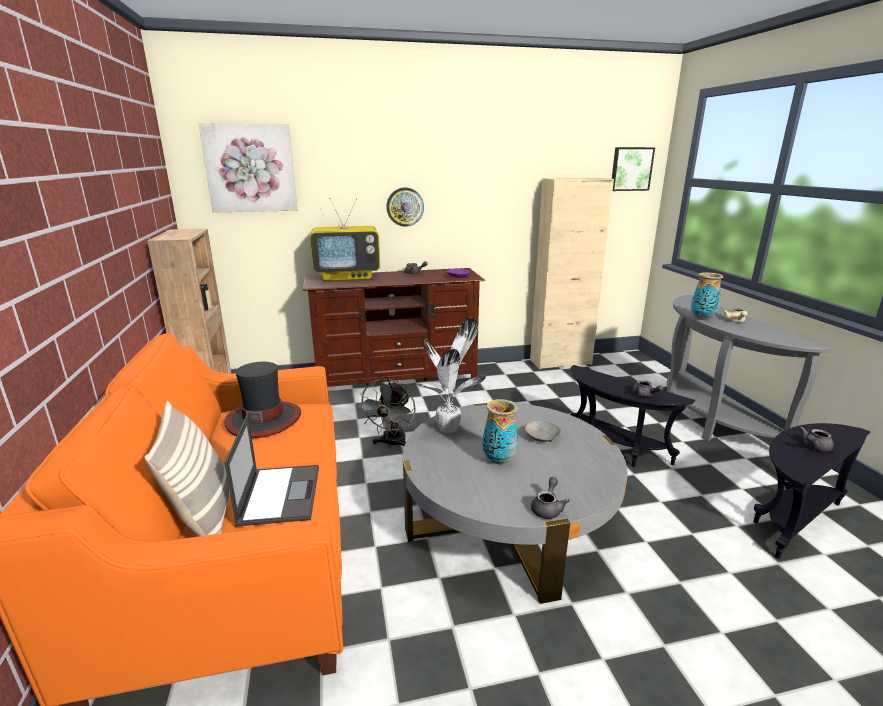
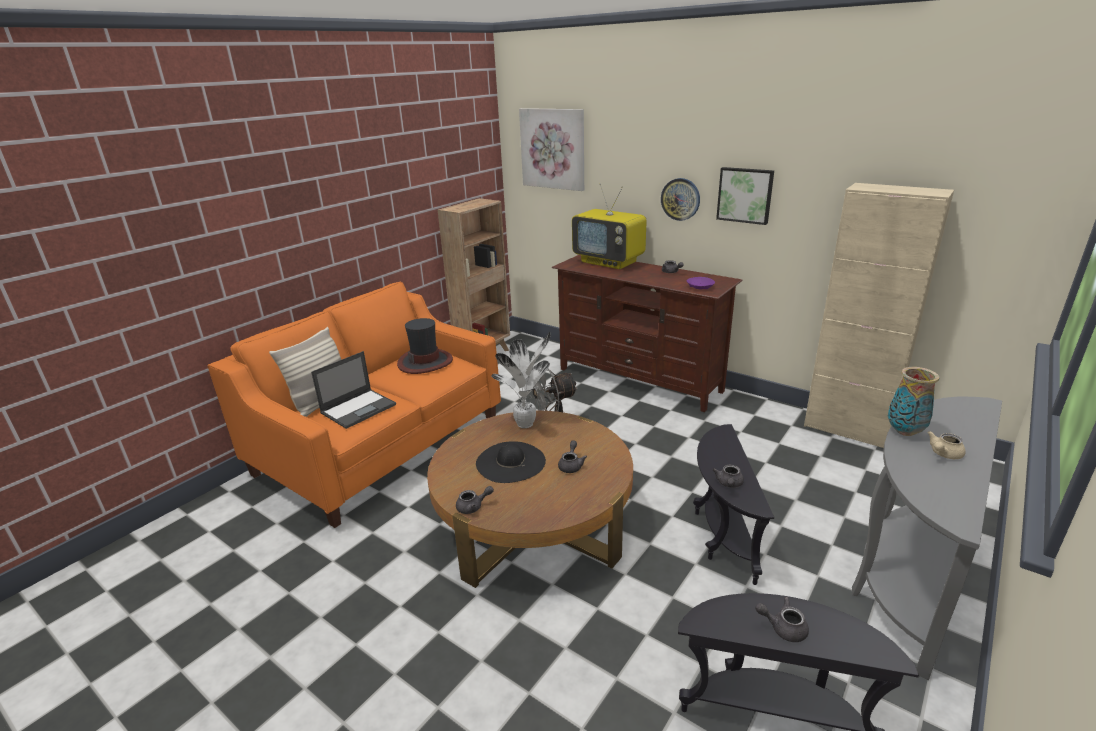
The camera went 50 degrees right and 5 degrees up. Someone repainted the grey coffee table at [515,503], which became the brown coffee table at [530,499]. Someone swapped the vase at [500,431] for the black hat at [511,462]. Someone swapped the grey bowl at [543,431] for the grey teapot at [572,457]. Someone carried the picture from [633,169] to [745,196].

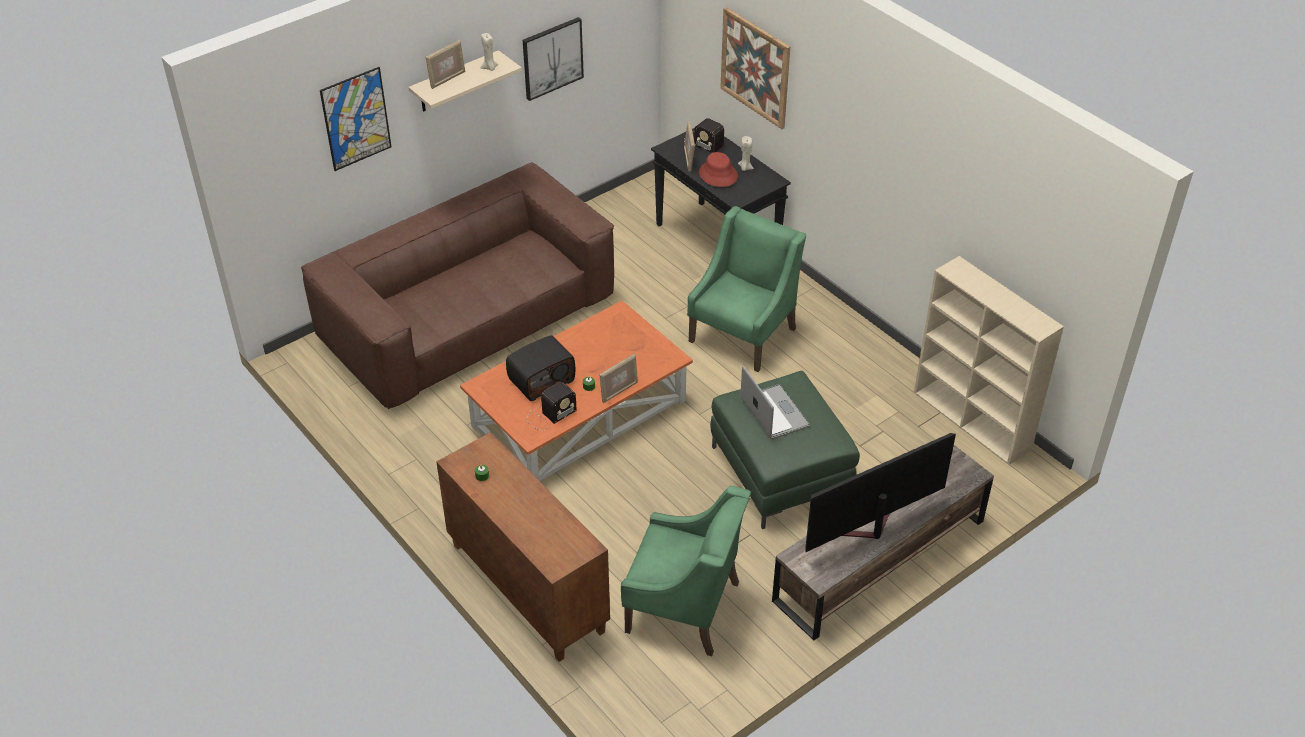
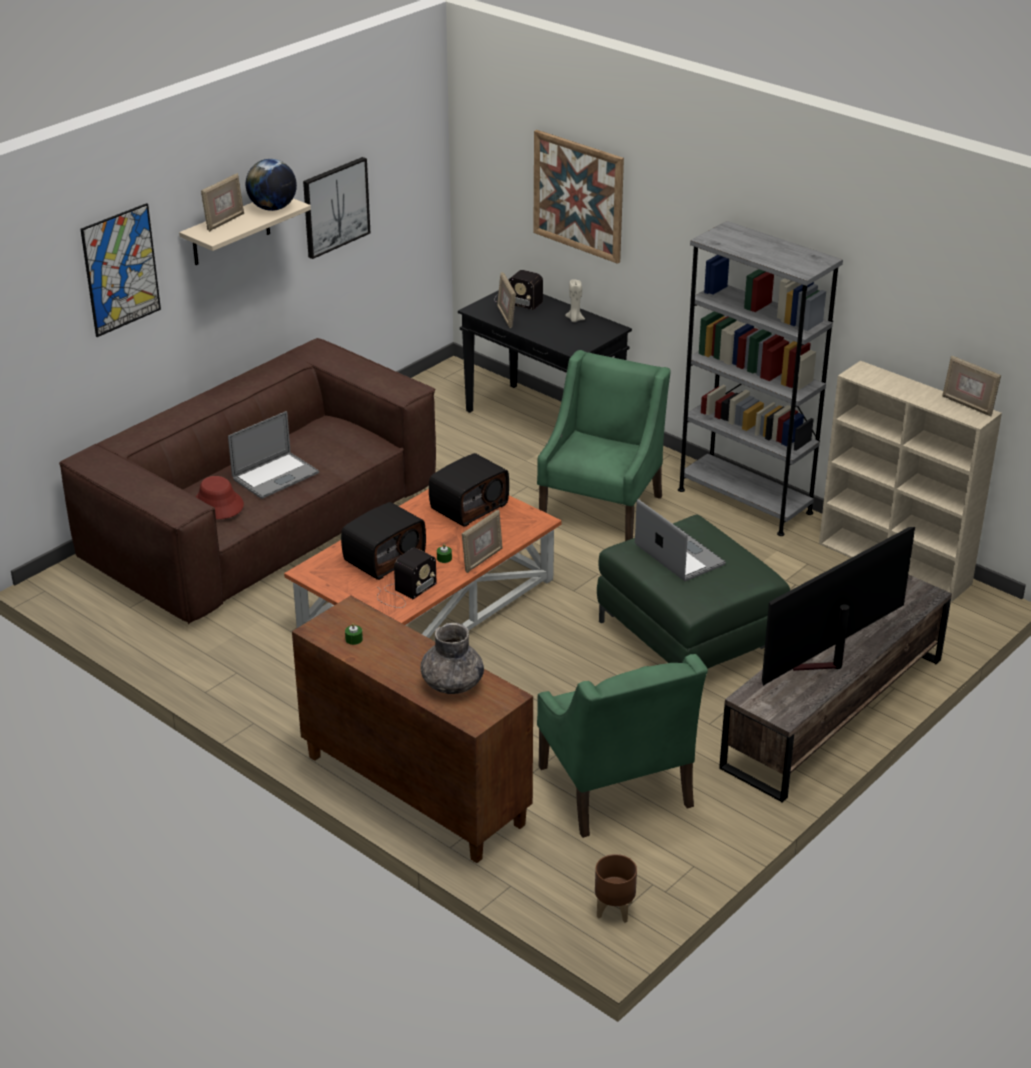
The camera went 10 degrees left and 10 degrees down. Someone swapped the beige candle at [489,52] for the globe at [271,185]. Someone rotated the green armchair at [686,571] by 60 degrees clockwise. Someone carried the red hat from [718,169] to [220,497]. Someone put down the laptop at [273,455]. Someone put down the grey vase at [452,658]. Someone put down the radio at [469,490]. Someone put down the brown planter at [616,888]. Someone put down the grey bookcase at [760,378]. Someone put down the picture frame at [971,386].

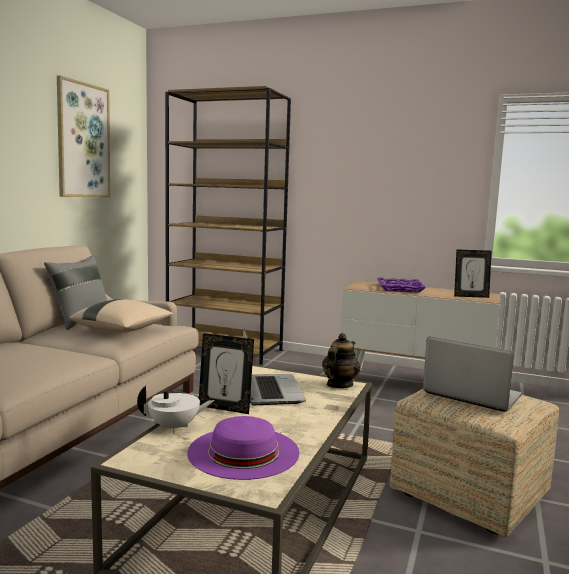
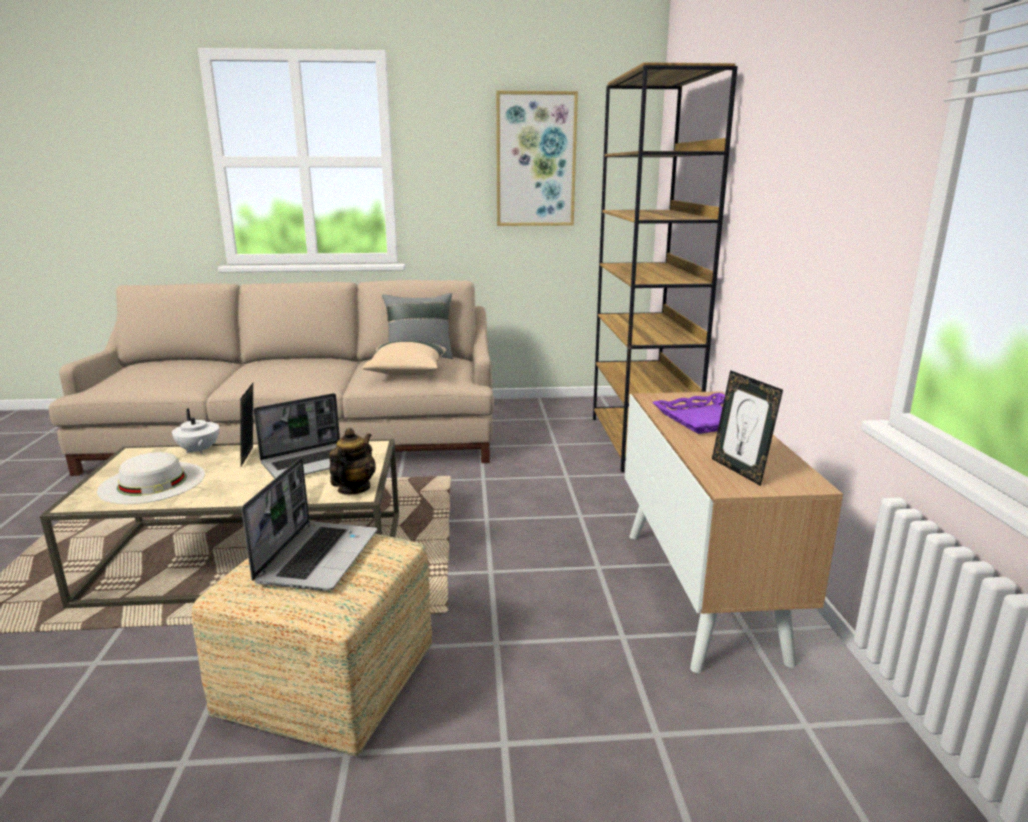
The camera went 65 degrees right and 10 degrees up. Someone repainted the purple hat at [243,448], which became the white hat at [151,478]. Someone rotated the teapot at [341,360] by 75 degrees counterclockwise.

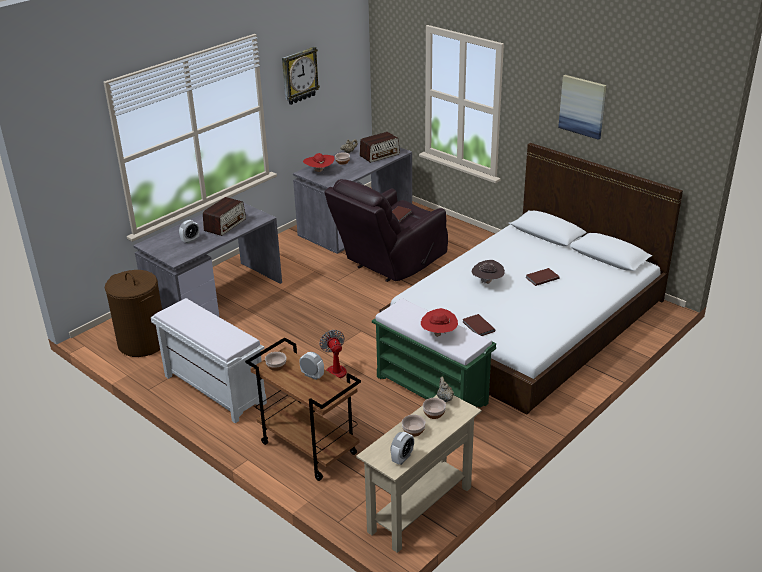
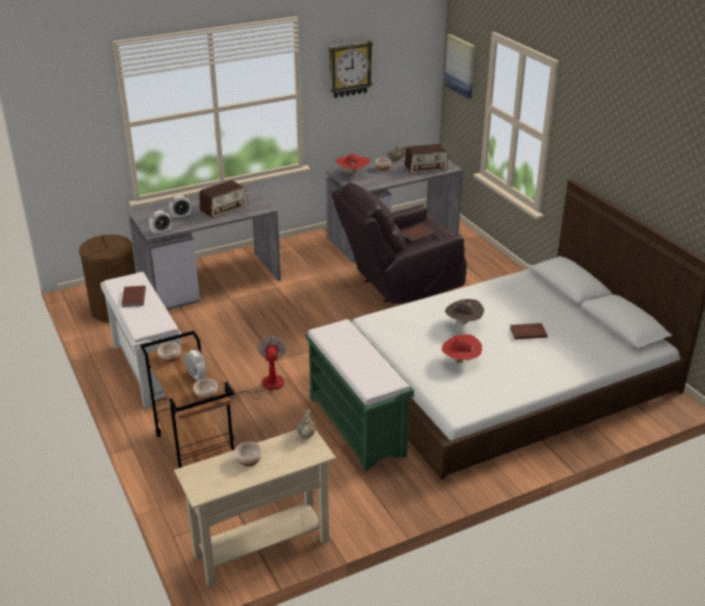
The camera went 20 degrees right and 0 degrees up. Someone carried the alarm clock from [402,448] to [160,222]. Someone carried the red hat from [439,322] to [462,348]. Someone carried the bowl from [434,408] to [205,389]. Someone carried the brown book from [479,325] to [134,296]. Someone carried the picture from [582,107] to [460,66].

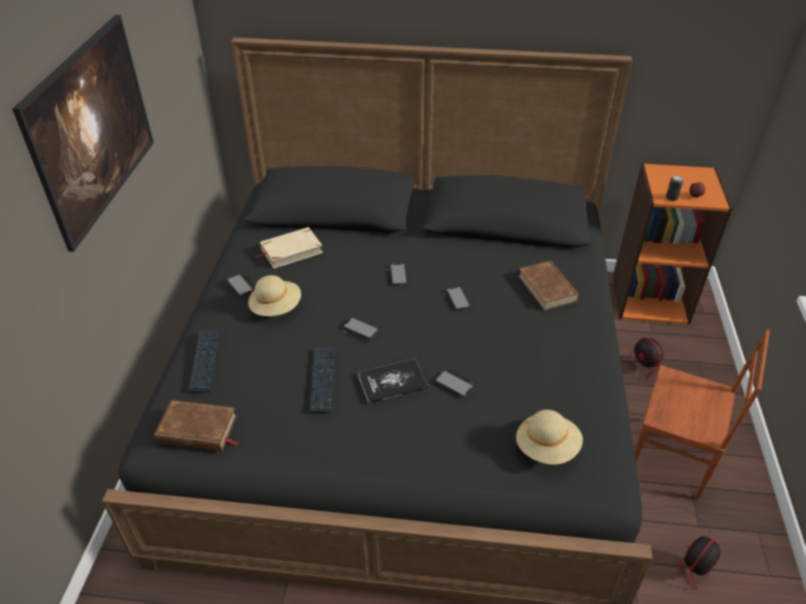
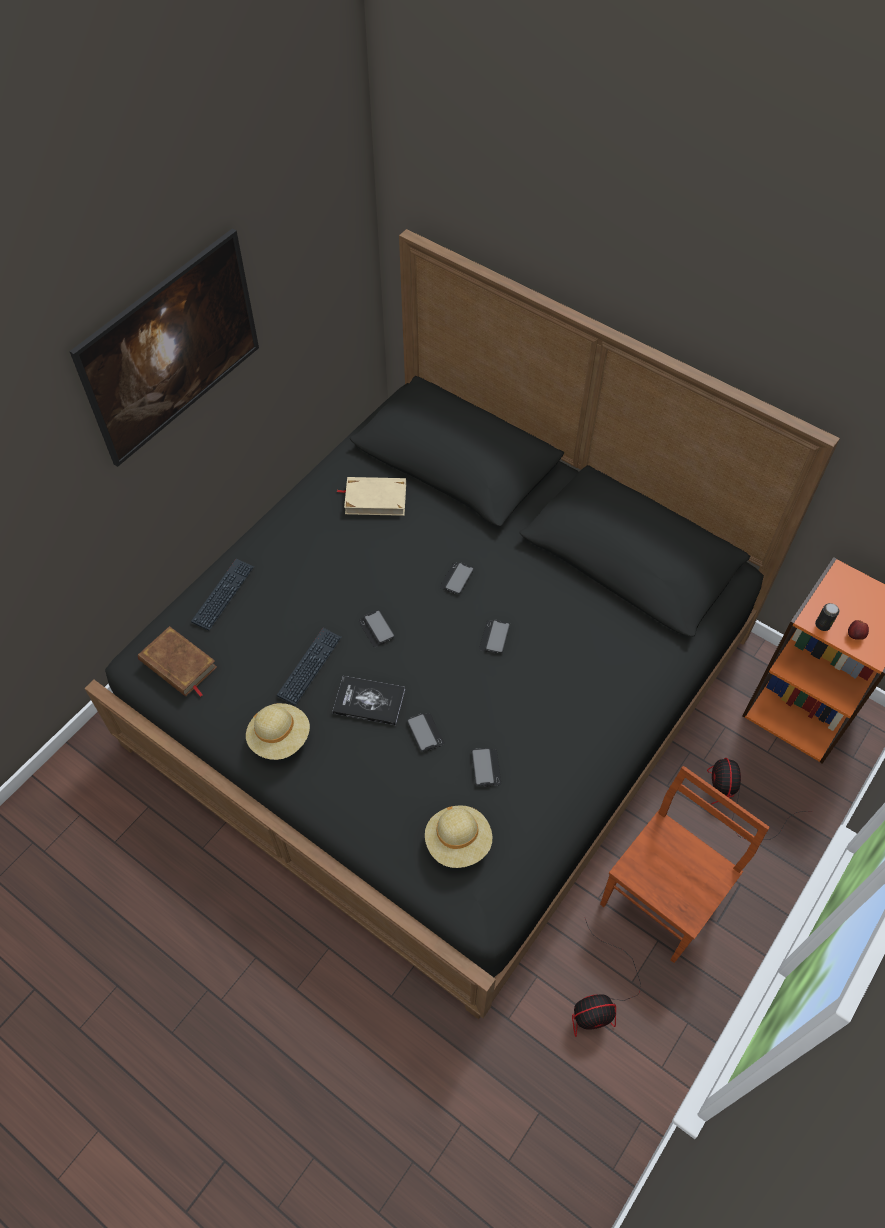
The camera went 30 degrees right and 15 degrees up. Someone carried the phone from [241,285] to [486,767]. Someone carried the beige hat from [274,295] to [278,731]. Someone took away the brown book at [548,286]. Someone rotated the brown chair at [702,415] by 105 degrees counterclockwise.

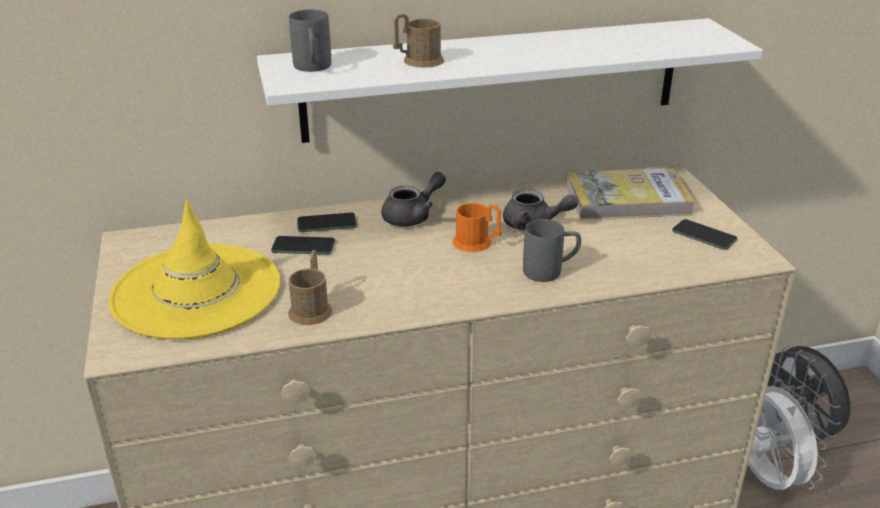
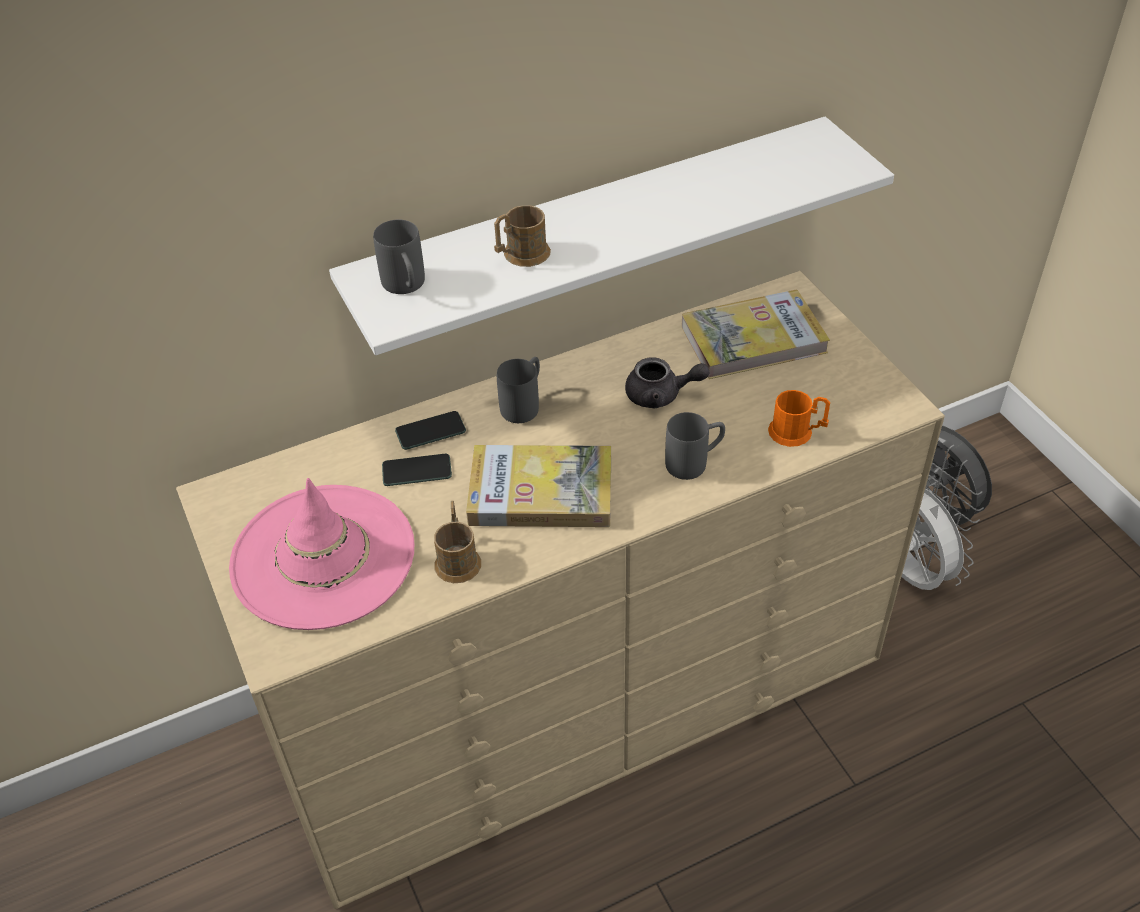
The camera went 10 degrees left and 15 degrees up. Someone repainted the yellow hat at [194,269], which became the pink hat at [321,554]. Someone swapped the grey teapot at [414,199] for the grey mug at [518,390]. Someone carried the orange mug from [477,227] to [799,418]. Someone took away the phone at [705,234]. Someone put down the book at [538,486].

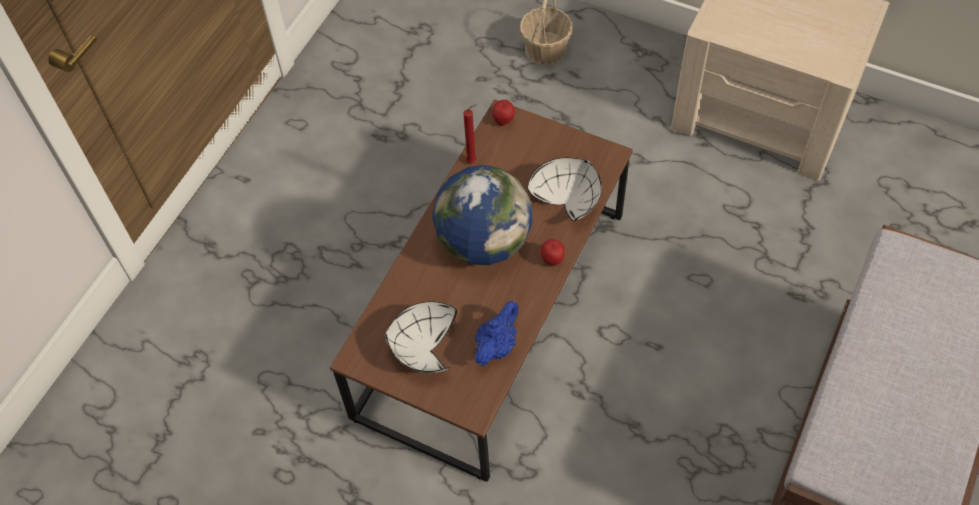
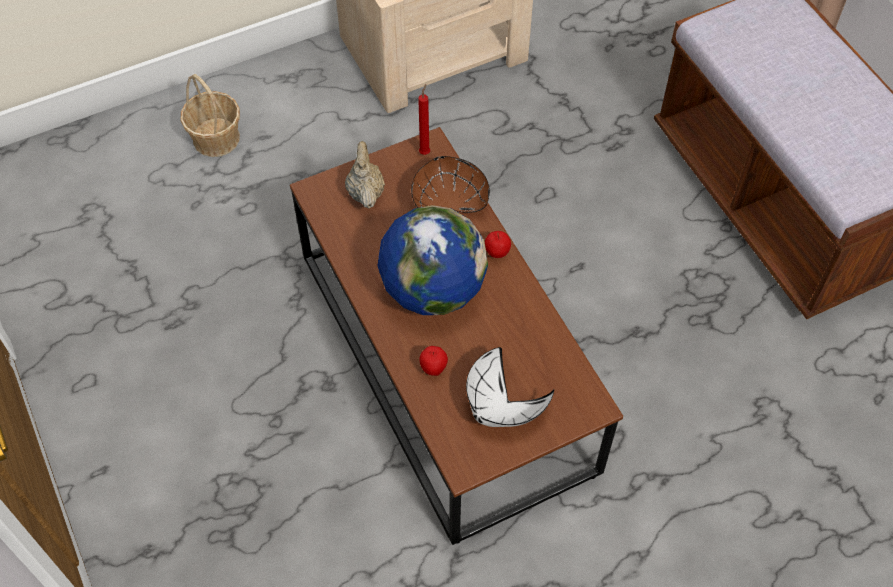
The camera went 55 degrees left and 0 degrees up. Someone carried the red candle from [470,134] to [424,119]. Someone took away the blue teapot at [496,333]. Someone carried the apple from [504,113] to [433,361]. Someone repainted the white bowl at [565,189], which became the brown bowl at [450,184]. Someone put down the beige teapot at [365,174].

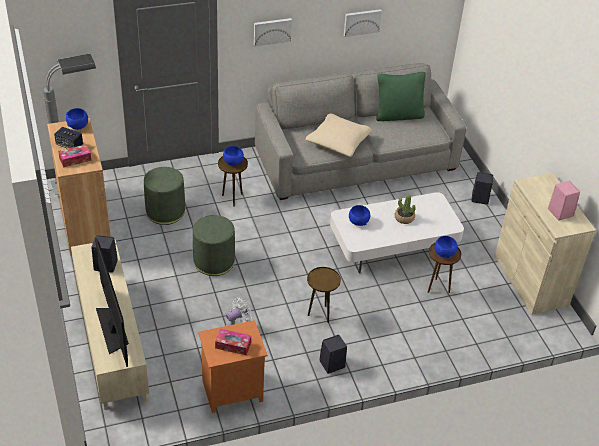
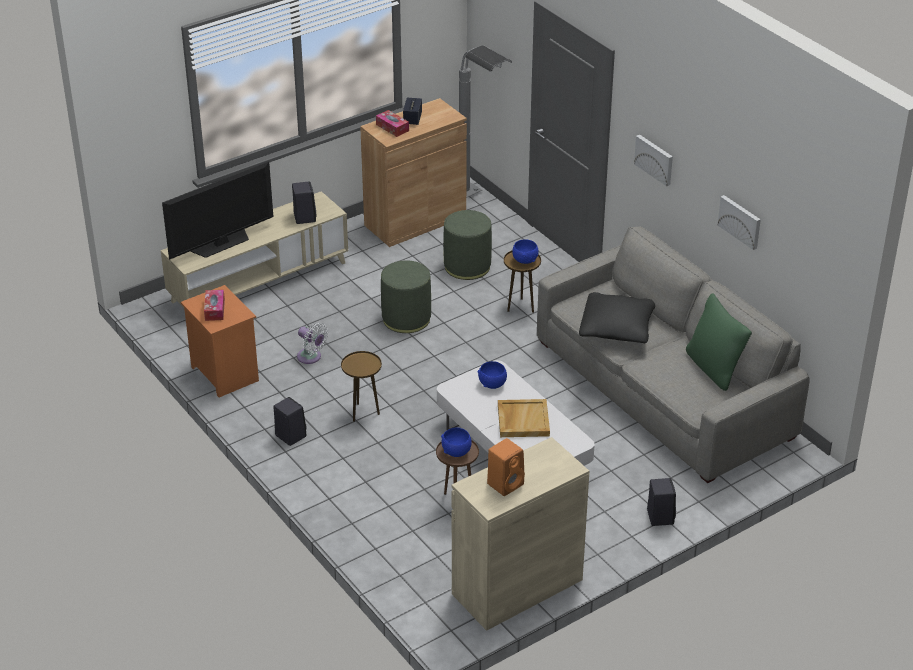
The camera went 75 degrees right and 5 degrees down. Someone took away the blue bowl at [77,119]. Someone repainted the beige pillow at [339,135], which became the black pillow at [617,317]. Someone swapped the potted plant at [405,209] for the beige tray at [524,418]. Someone repainted the pink speaker at [564,201], which became the orange speaker at [506,467].

